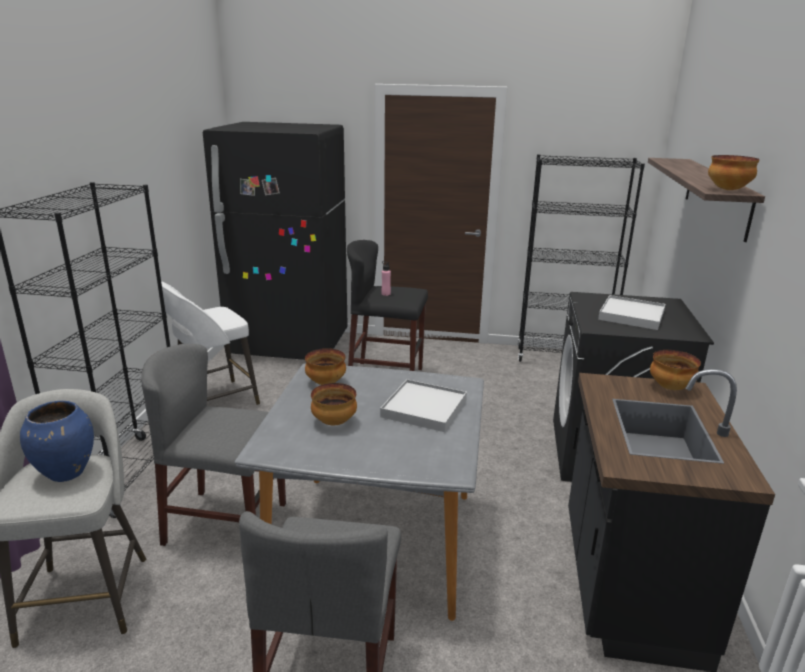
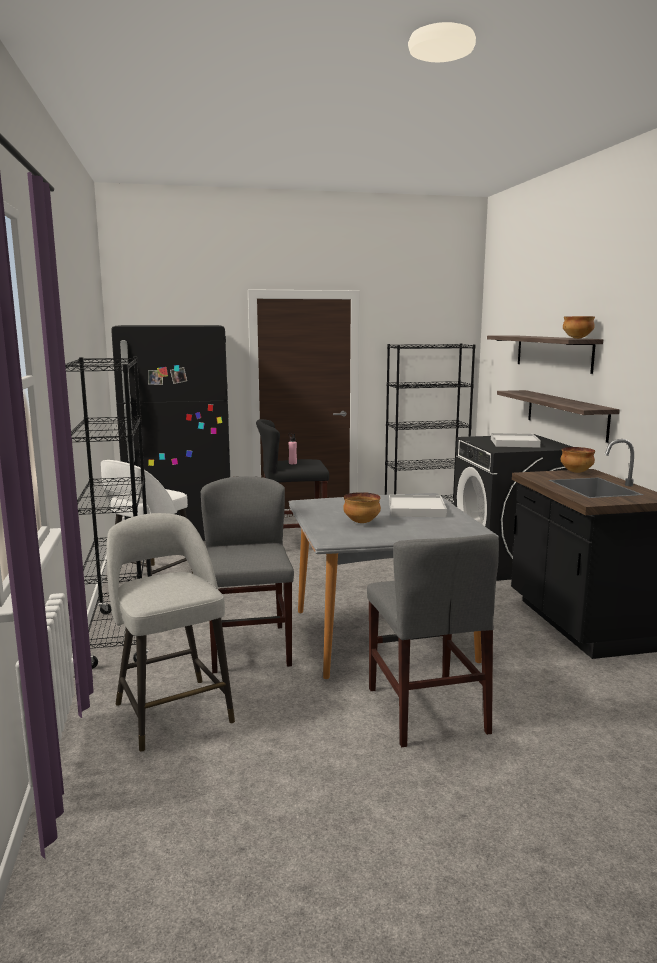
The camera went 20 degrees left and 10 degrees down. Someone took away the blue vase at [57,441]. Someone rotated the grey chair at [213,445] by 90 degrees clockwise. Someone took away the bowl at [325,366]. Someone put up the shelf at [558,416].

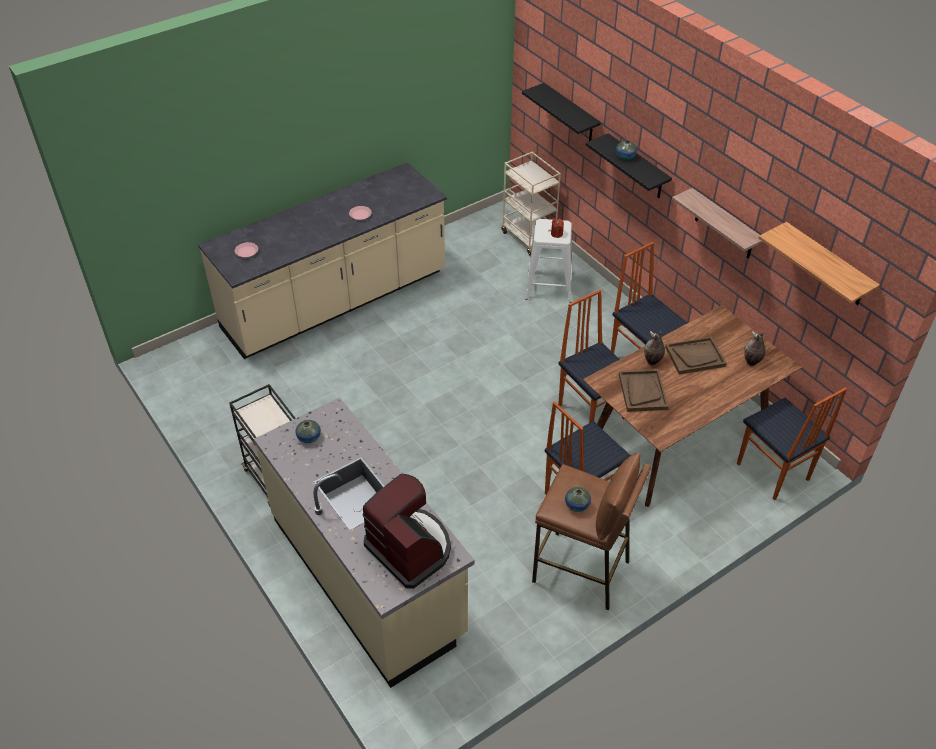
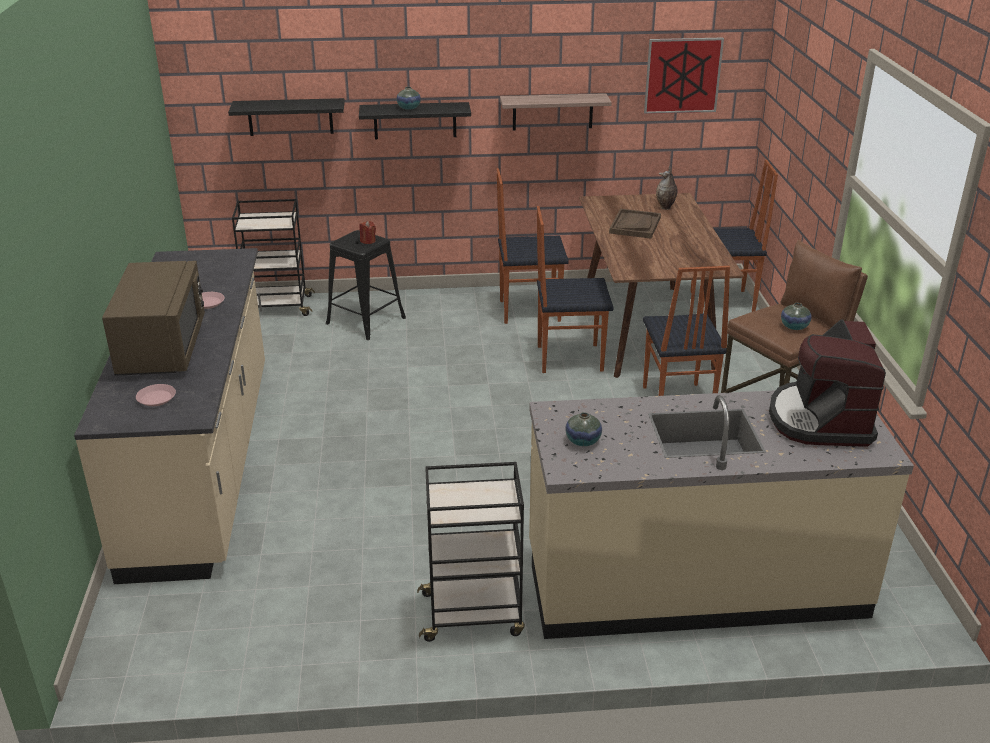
The camera went 60 degrees left and 15 degrees down. Someone rotated the coffee machine at [407,531] by 75 degrees counterclockwise. Someone repainted the beige cart at [531,204], which became the black cart at [273,257]. Someone repainted the white stool at [549,261], which became the black stool at [366,285]. Someone took away the brown tray at [643,390]. Someone took away the vase at [654,348]. Someone swapped the shelf at [819,263] for the picture at [684,76]. Someone put down the brown microwave at [153,318].

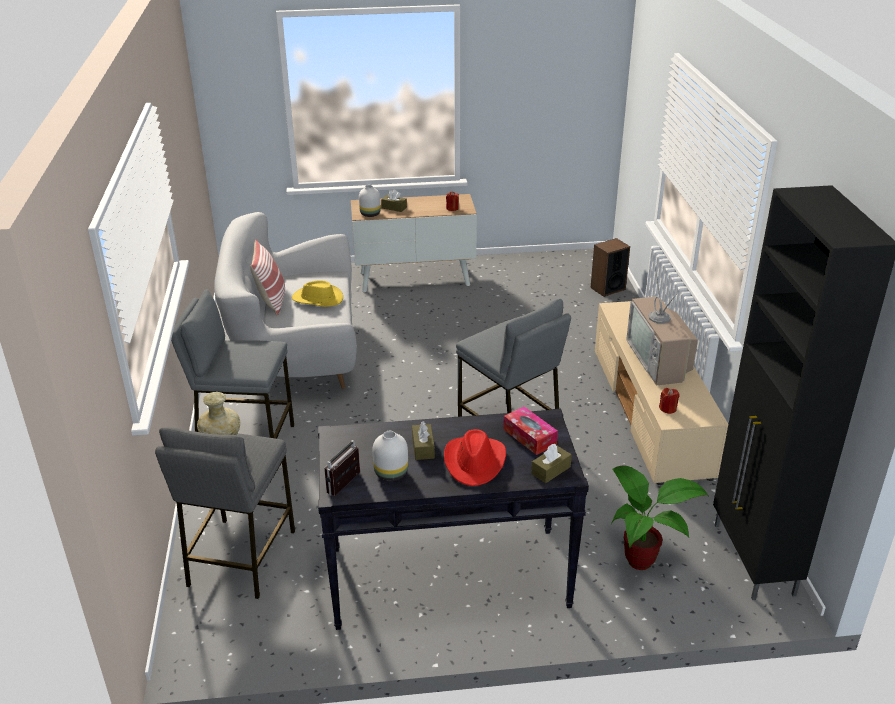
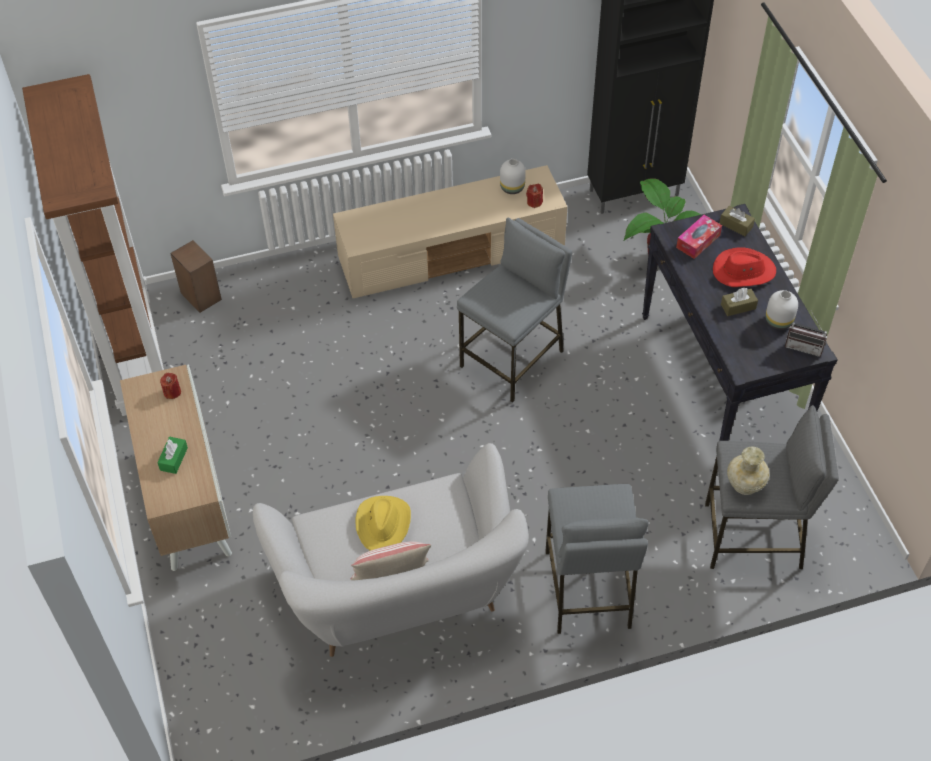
The camera went 100 degrees left and 20 degrees up. Someone carried the white vase from [370,201] to [513,176]. Someone repainted the brown tissue box at [394,201], which became the green tissue box at [172,455]. Someone took away the television at [662,328]. Someone put down the brown bookcase at [93,245].

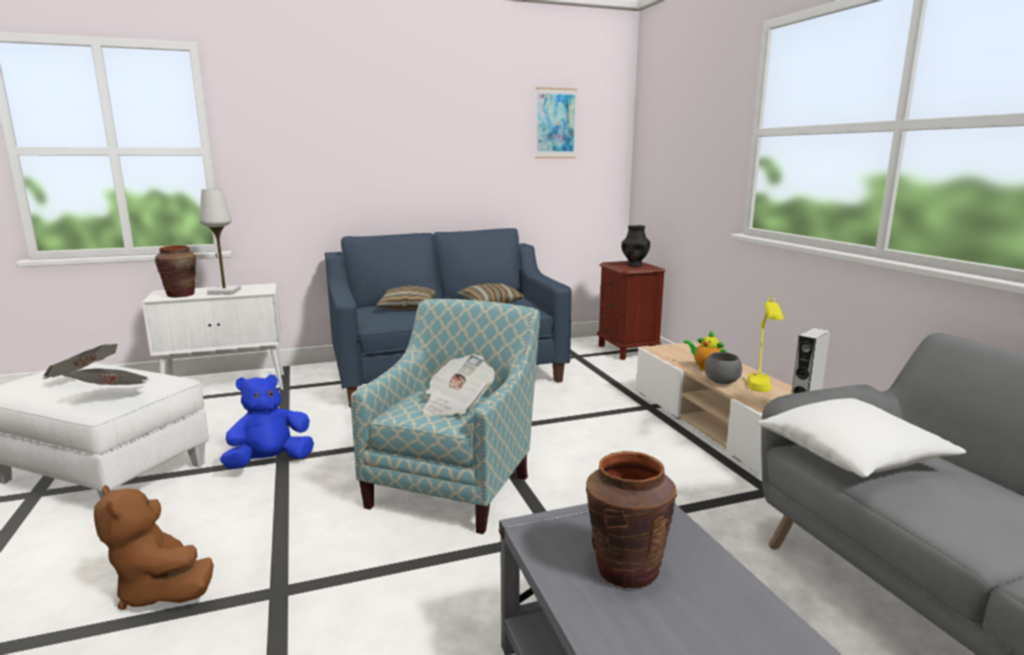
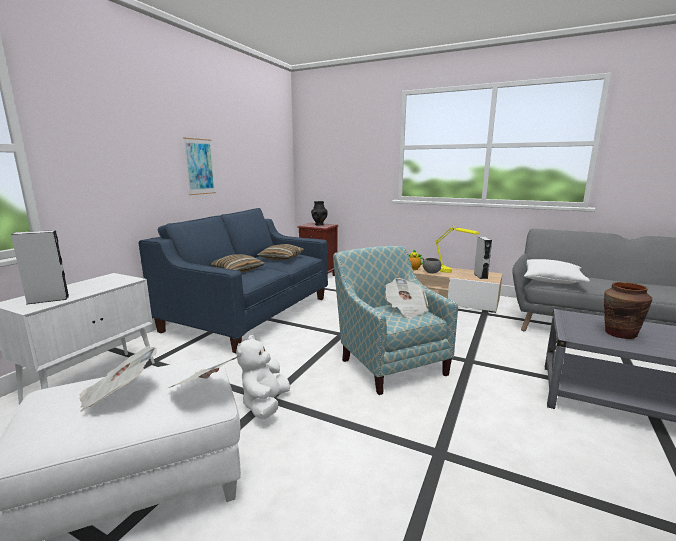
The camera went 45 degrees left and 0 degrees up. Someone took away the brown plush toy at [154,547]. Someone swapped the brown vase at [175,271] for the grey speaker at [40,267]. Someone took away the white table lamp at [220,242]. Someone repainted the blue plush toy at [267,421], which became the white plush toy at [263,377]. Someone carried the picture from [556,122] to [199,166].

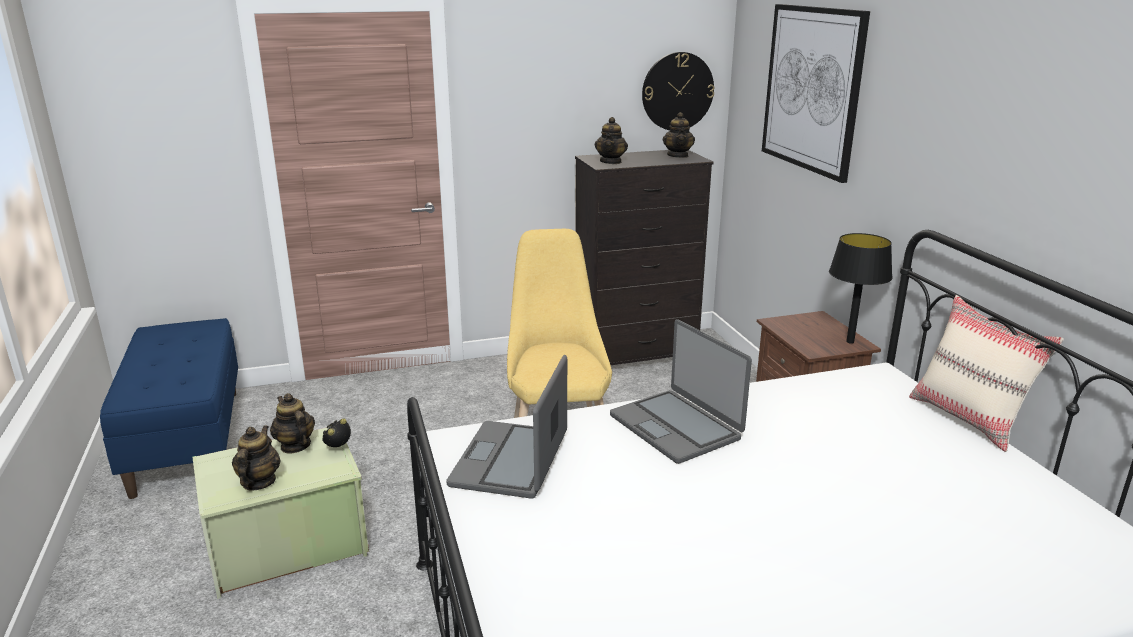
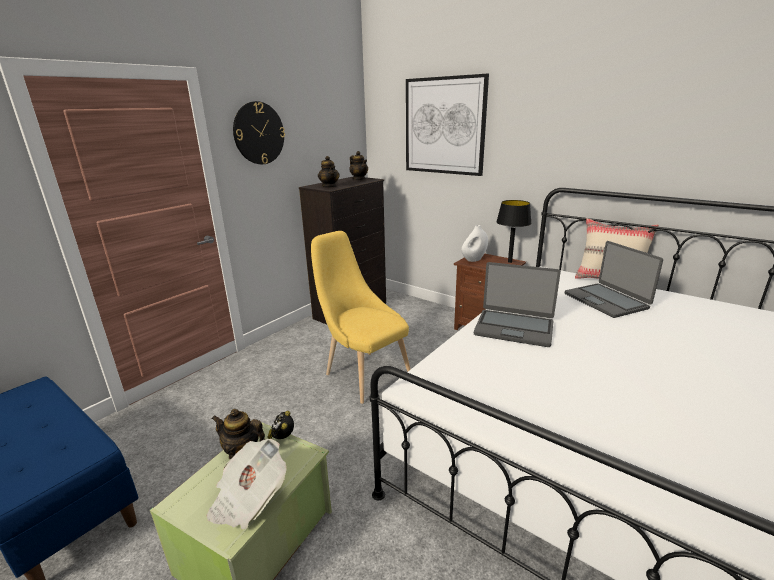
The camera went 35 degrees left and 0 degrees up. Someone swapped the teapot at [256,458] for the newspaper at [246,484]. Someone carried the laptop from [506,427] to [614,279]. Someone carried the wall clock from [678,91] to [259,132]. Someone put down the white vase at [474,243].

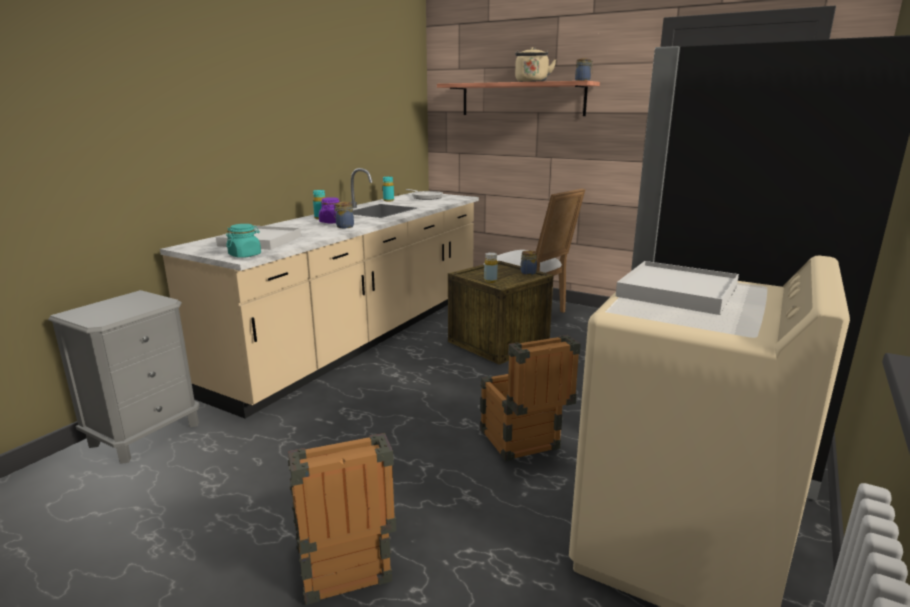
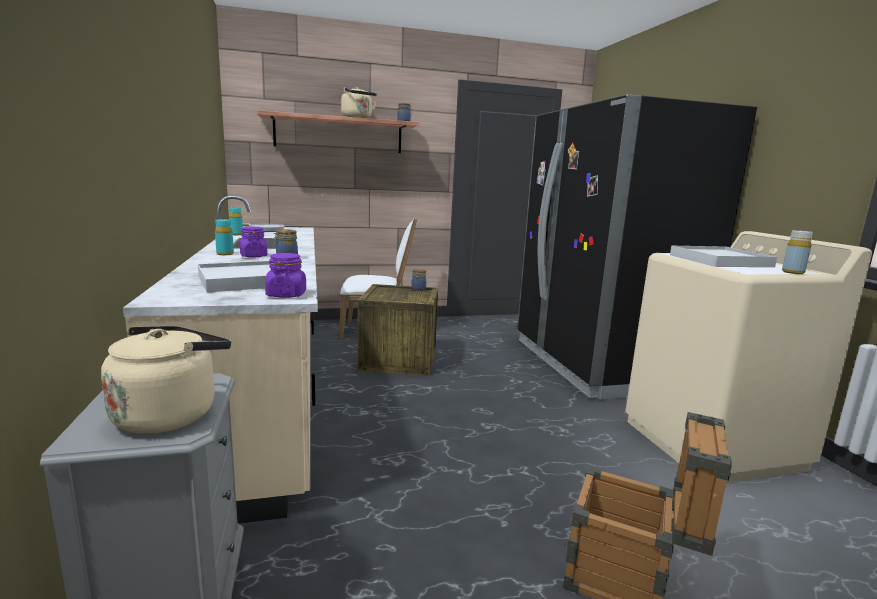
The camera went 45 degrees left and 5 degrees down. Someone repainted the turquoise jar at [243,241], which became the purple jar at [285,275]. Someone took away the crate at [530,398]. Someone carried the yellow bottle from [491,267] to [797,252]. Someone put down the beige kettle at [166,380].

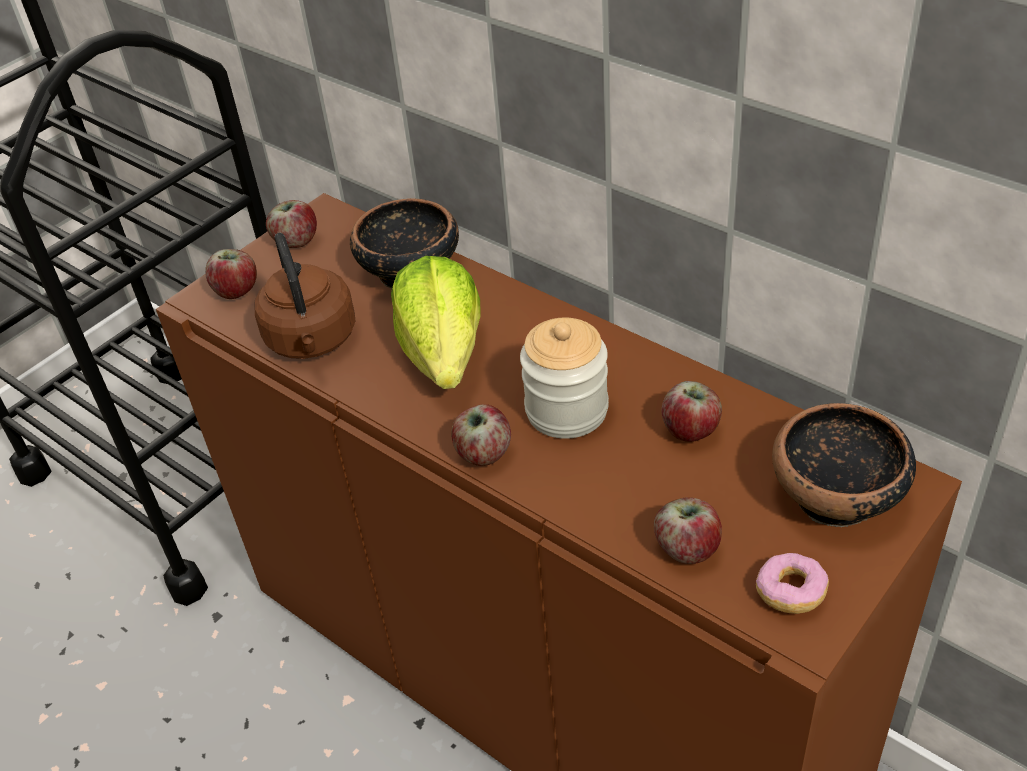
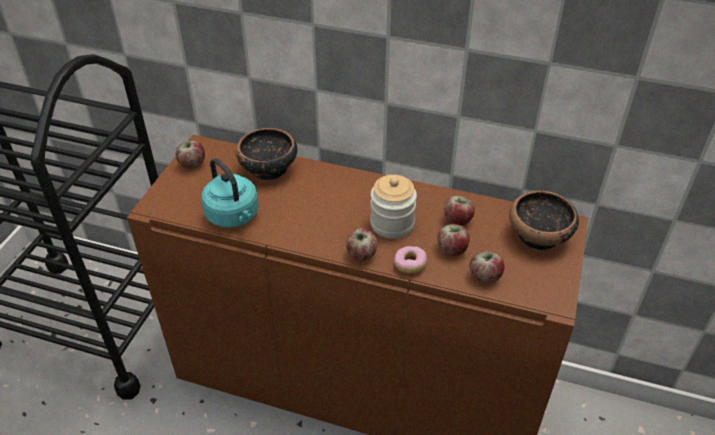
The camera went 25 degrees left and 0 degrees up. Someone carried the apple from [231,274] to [453,240]. Someone repainted the brown kettle at [305,296], which became the turquoise kettle at [230,193]. Someone took away the lettuce at [435,322]. Someone carried the donut from [792,583] to [410,259].

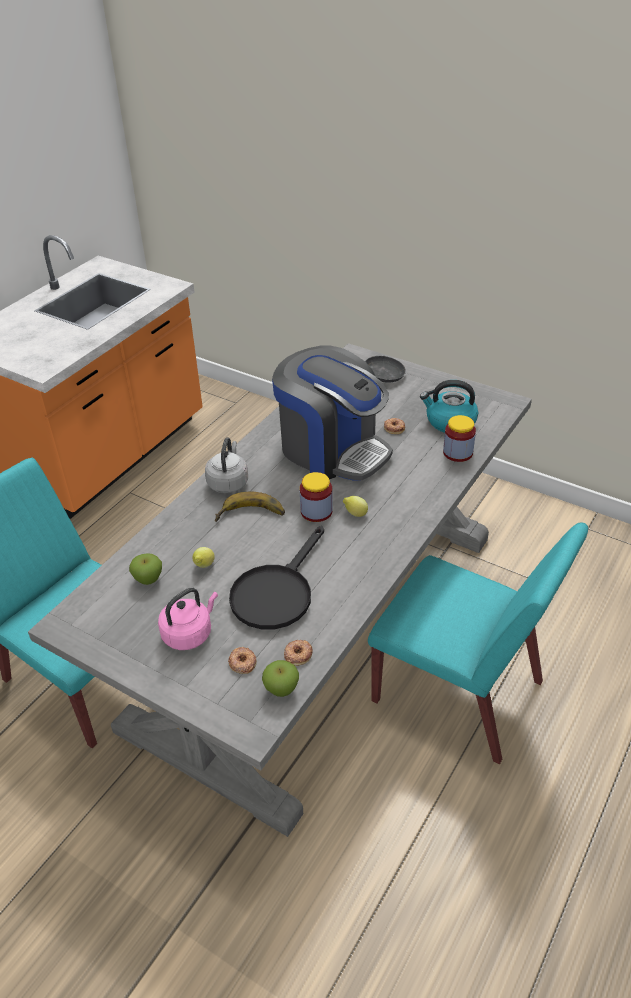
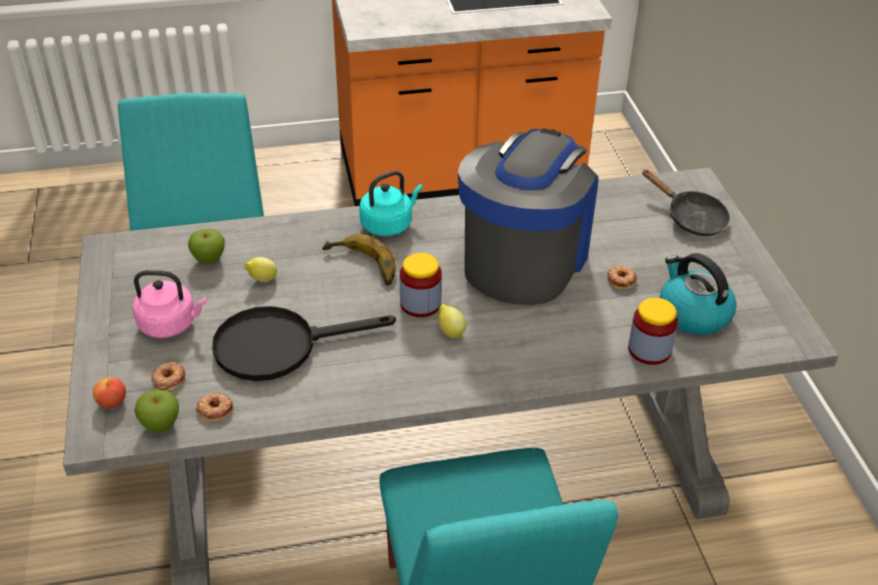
The camera went 45 degrees right and 0 degrees up. Someone repainted the grey kettle at [226,465], which became the turquoise kettle at [391,203]. Someone rotated the coffee machine at [332,413] by 150 degrees counterclockwise. Someone put down the apple at [109,392].

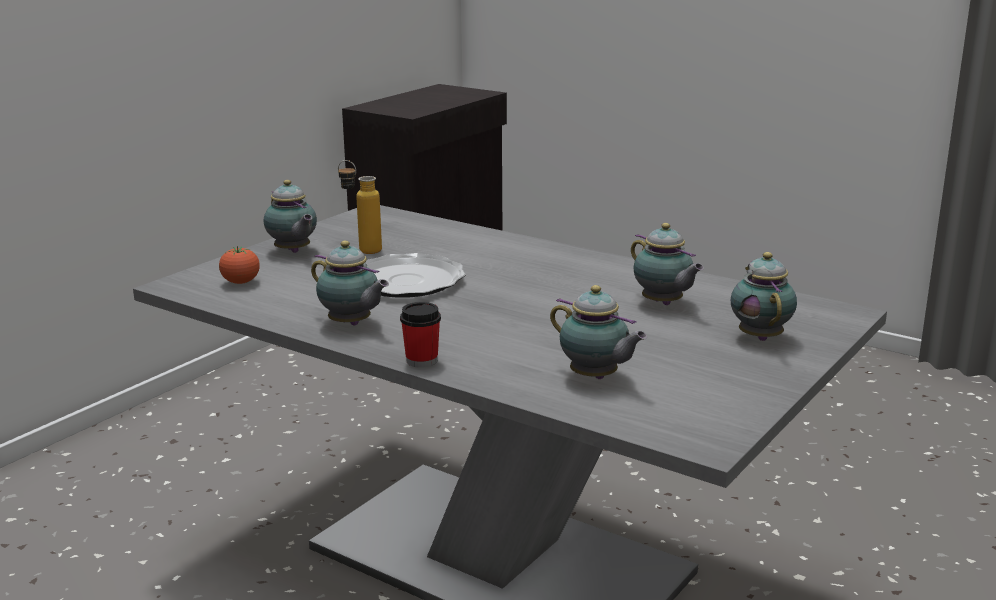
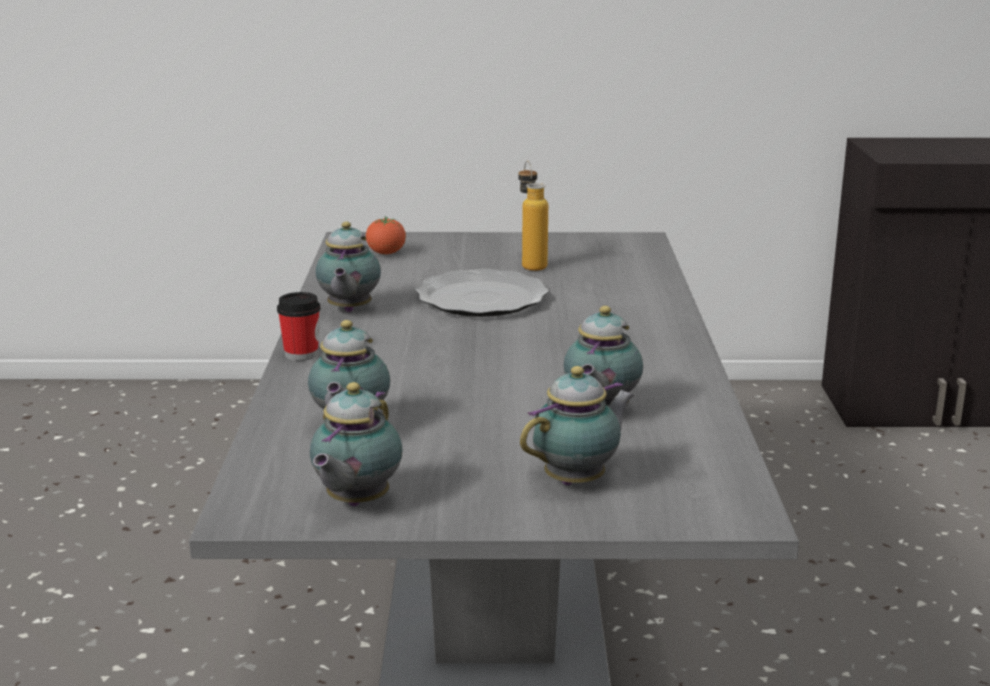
The camera went 55 degrees right and 0 degrees up. Someone carried the teapot from [290,216] to [356,444].

